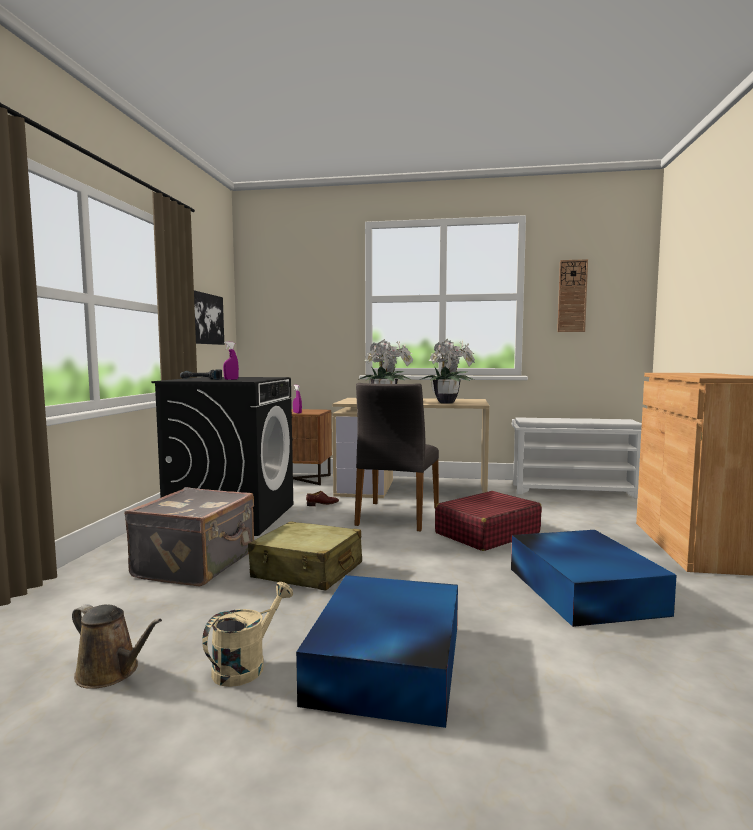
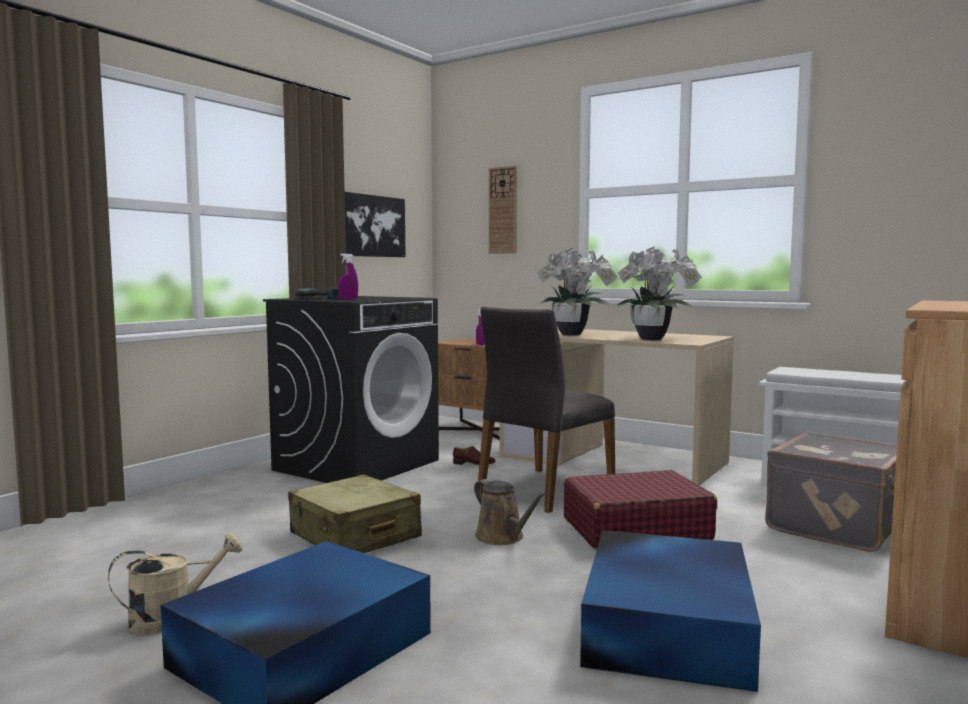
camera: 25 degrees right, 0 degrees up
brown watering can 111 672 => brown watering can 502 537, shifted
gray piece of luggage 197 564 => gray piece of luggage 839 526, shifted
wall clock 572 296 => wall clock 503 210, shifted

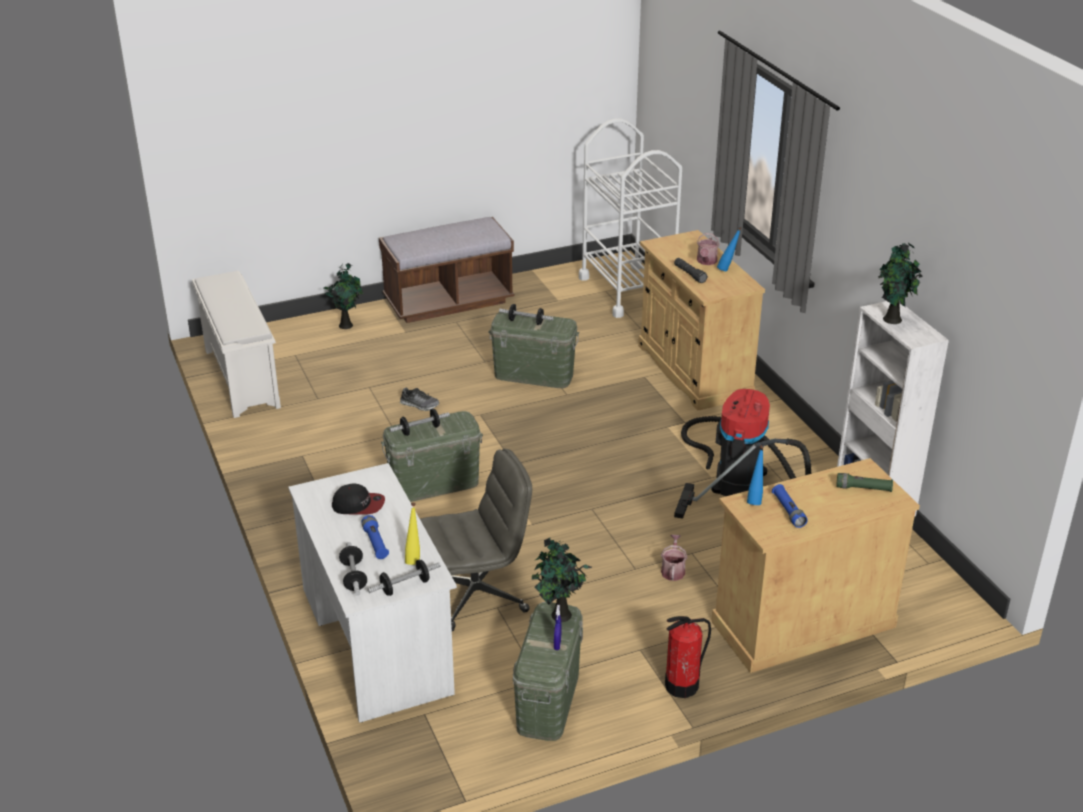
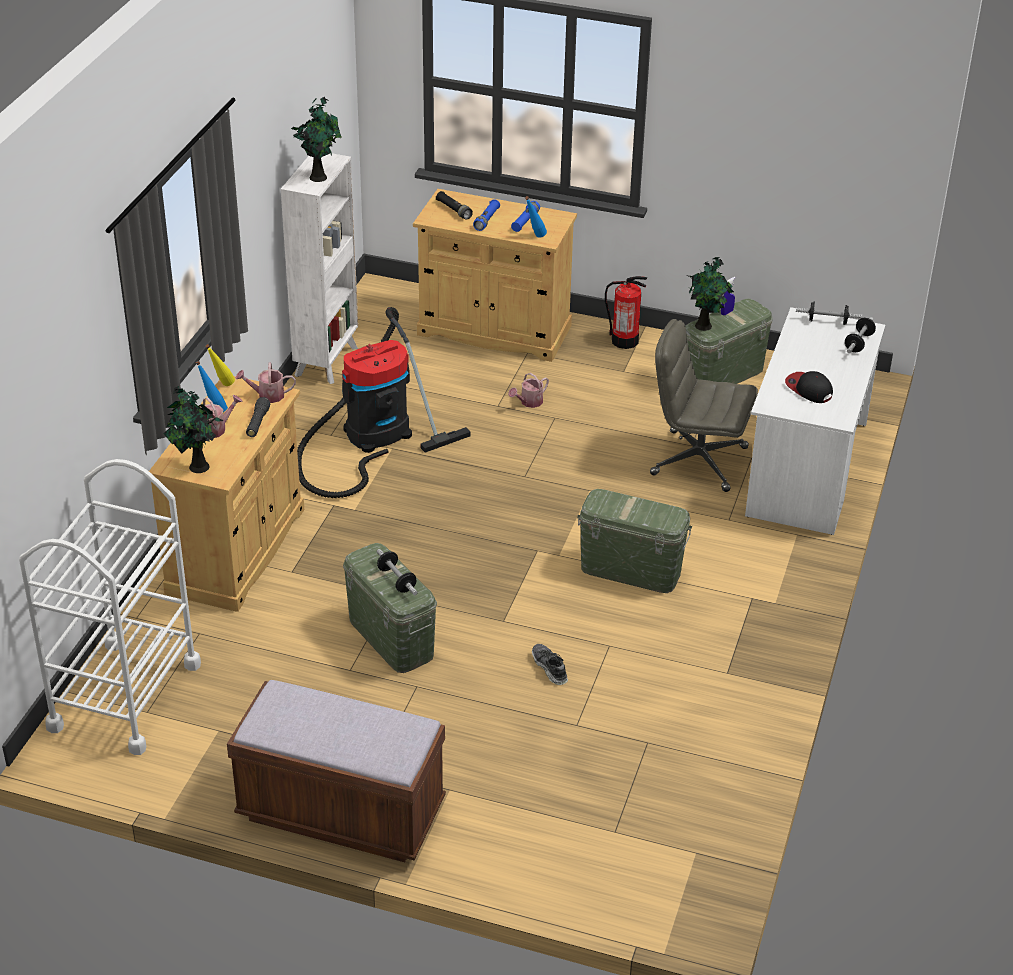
camera: 140 degrees left, 5 degrees up
white-coloured shoe rack 240 378 => nothing
potted plant 346 325 => potted plant 197 467, shifted
blue-coloured hand torch 375 543 => blue-coloured hand torch 487 220, shifted
hand weight 420 430 => nothing
yellow drink bottle 414 558 => yellow drink bottle 222 386, shifted
green hand torch 863 489 => black hand torch 454 210
nothing => watering can 267 395

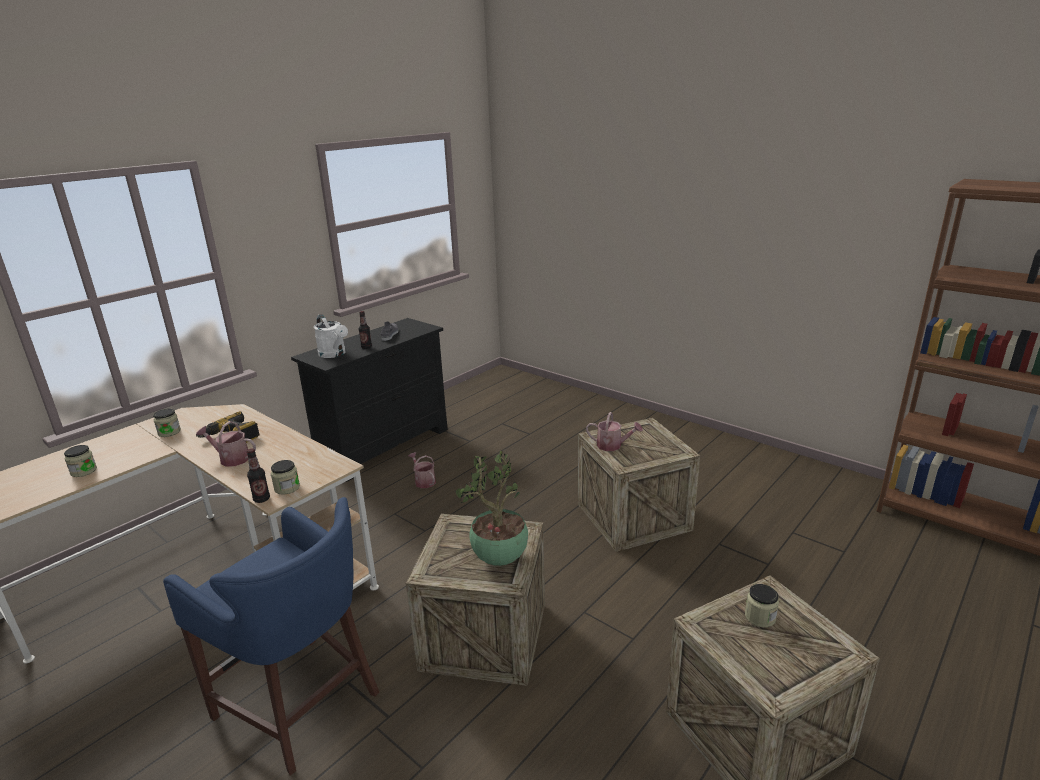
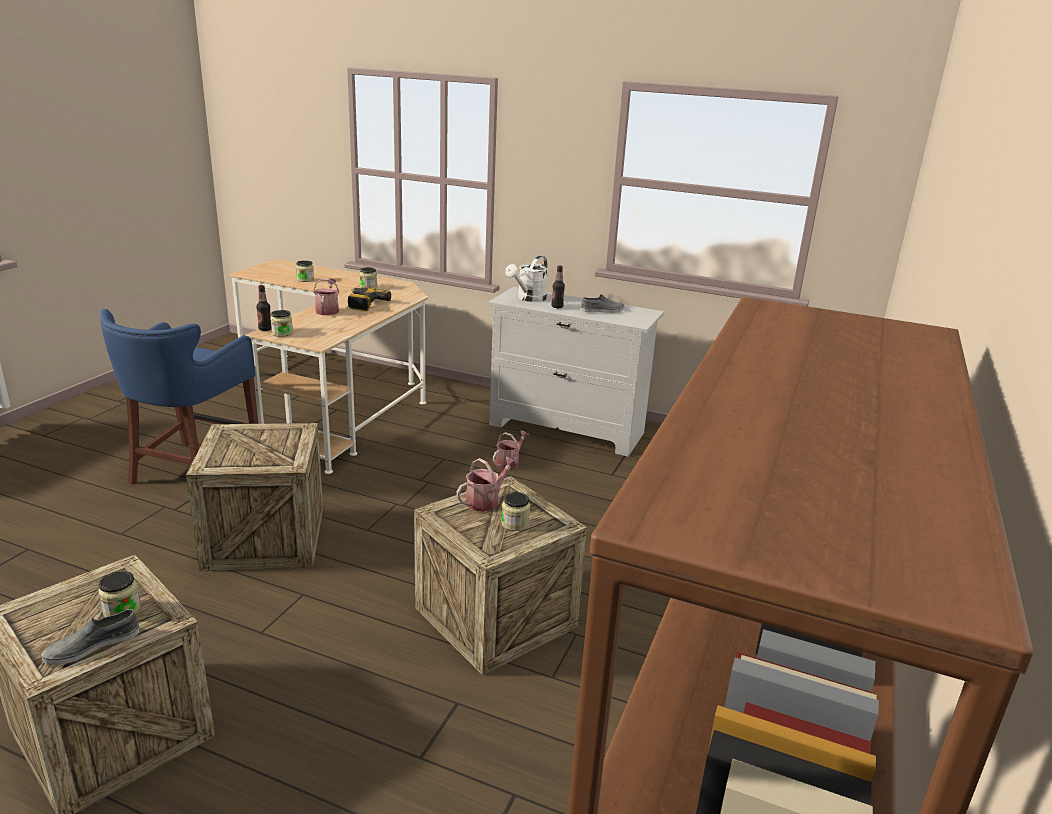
camera: 70 degrees right, 0 degrees up
black dresser 385 446 => white-coloured dresser 567 429
potted plant 498 559 => nothing
watering can 612 446 => watering can 486 501, 135 degrees counterclockwise
nothing => gray low shoe 92 645
nothing => storage jar 515 524

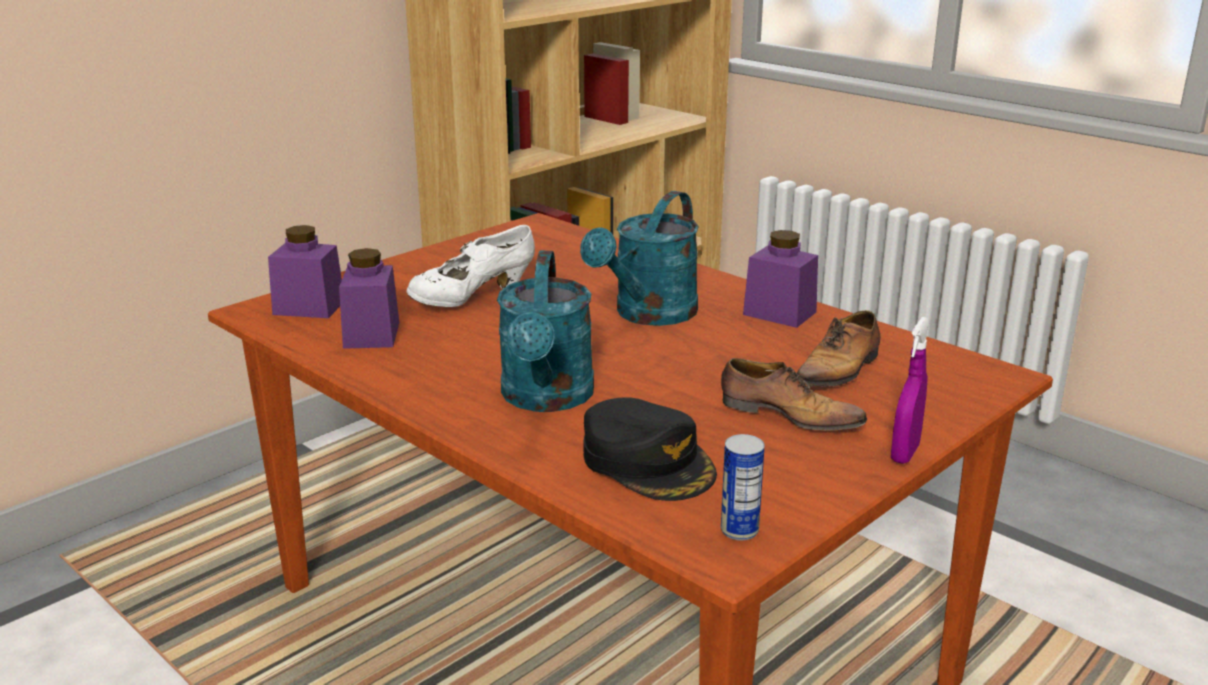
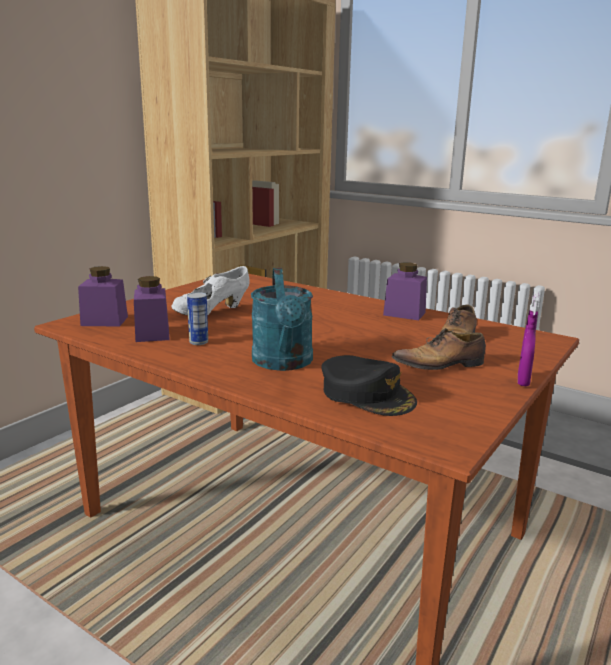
camera: 10 degrees left, 5 degrees down
turquoise watering can 648 315 => nothing
low shoe 788 415 => low shoe 440 365, 150 degrees clockwise
metal can 739 530 => metal can 198 342, shifted

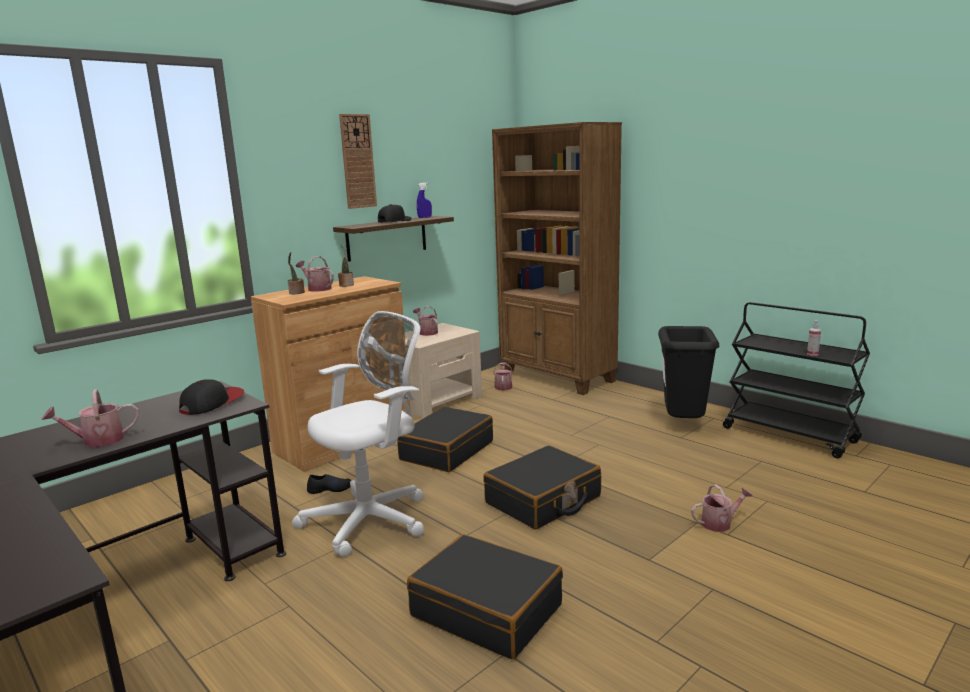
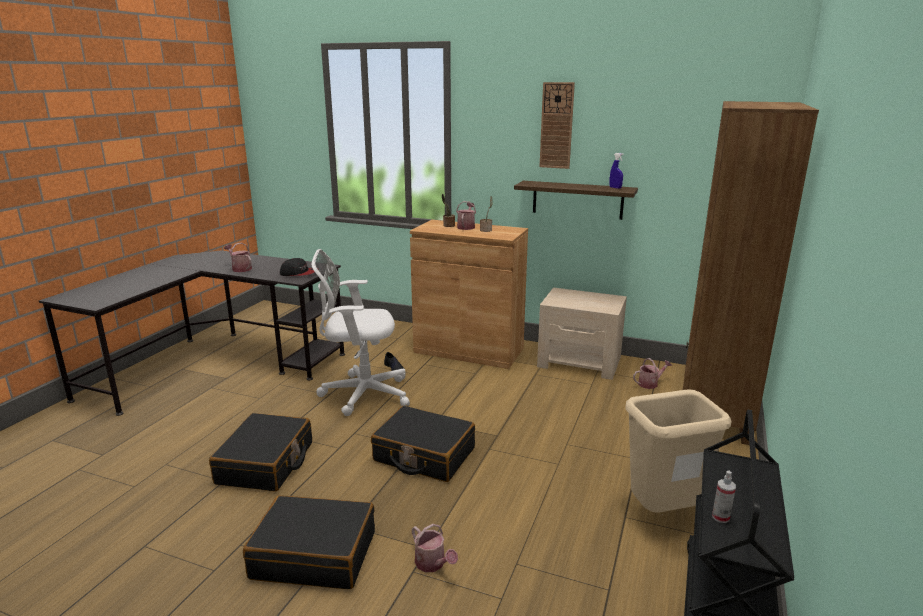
camera: 65 degrees right, 5 degrees up
white-coloured desk chair 372 519 => white-coloured desk chair 361 394, 150 degrees clockwise
black baseball cap 394 221 => nothing
black piece of luggage 446 451 => black piece of luggage 314 554, shifted
watering can 427 332 => nothing
black rubbish bin 683 425 => beige rubbish bin 663 514

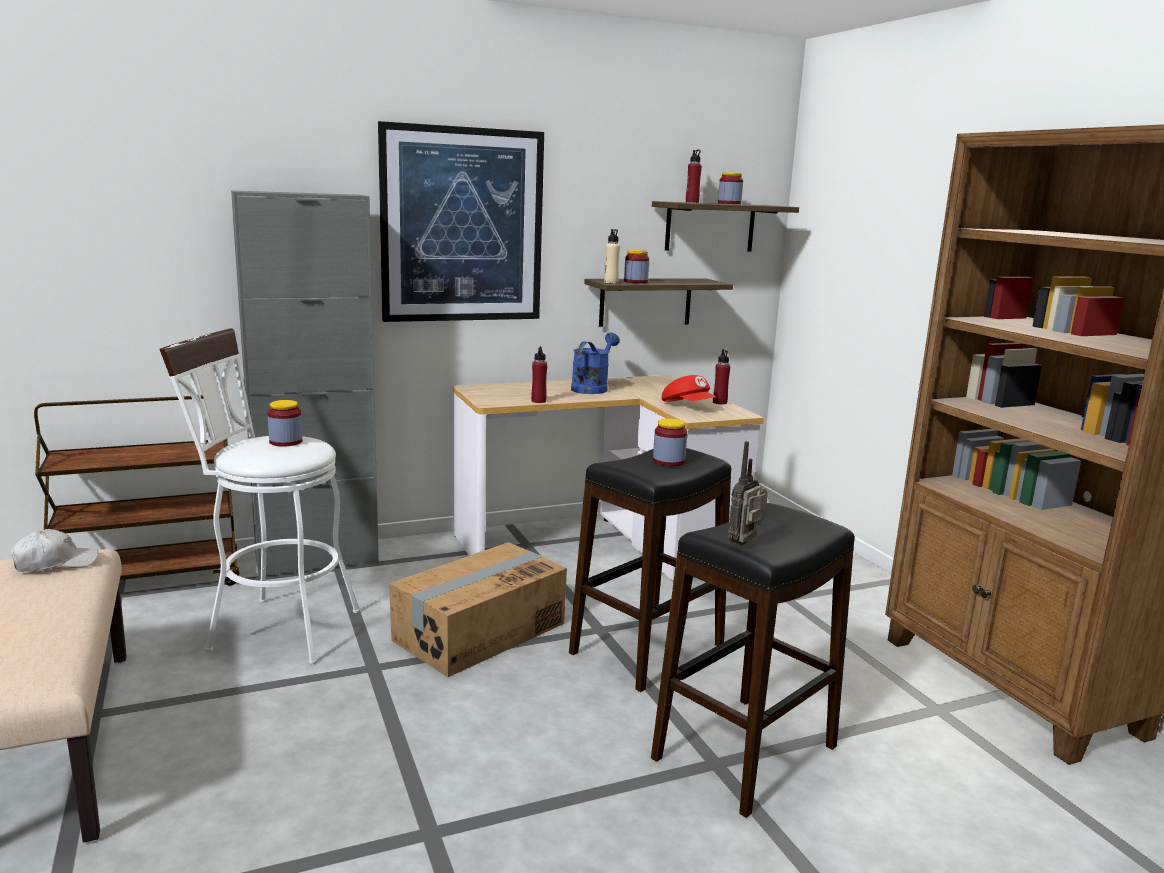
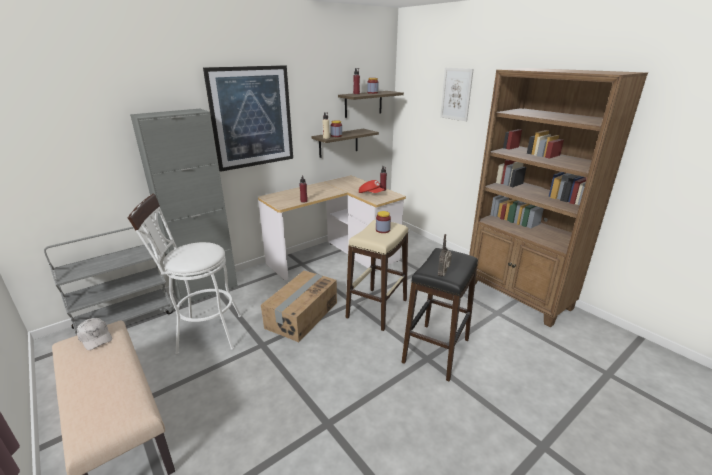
camera: 15 degrees left, 10 degrees up
white-coloured baseball cap 55 563 => white-coloured baseball cap 96 337, 90 degrees clockwise
brown wheeled cart 150 580 => gray wheeled cart 126 319
storage jar 286 442 => nothing
black sitting stool 647 649 => beige sitting stool 377 308
blue-coloured watering can 592 388 => nothing
nothing => wall art 456 94

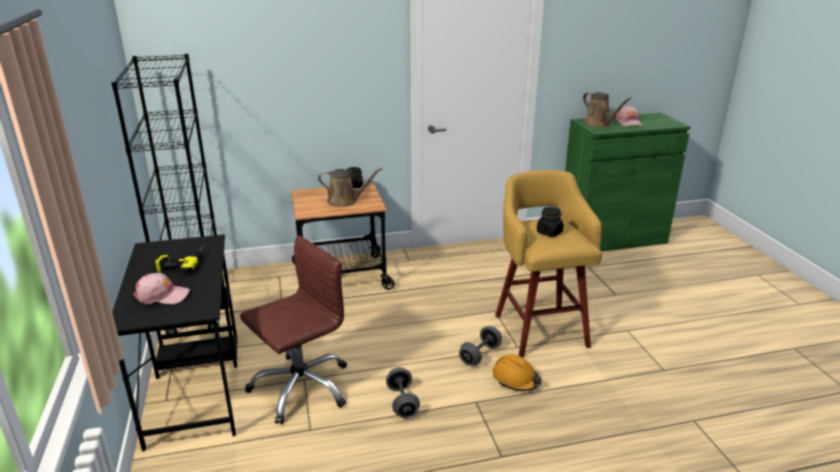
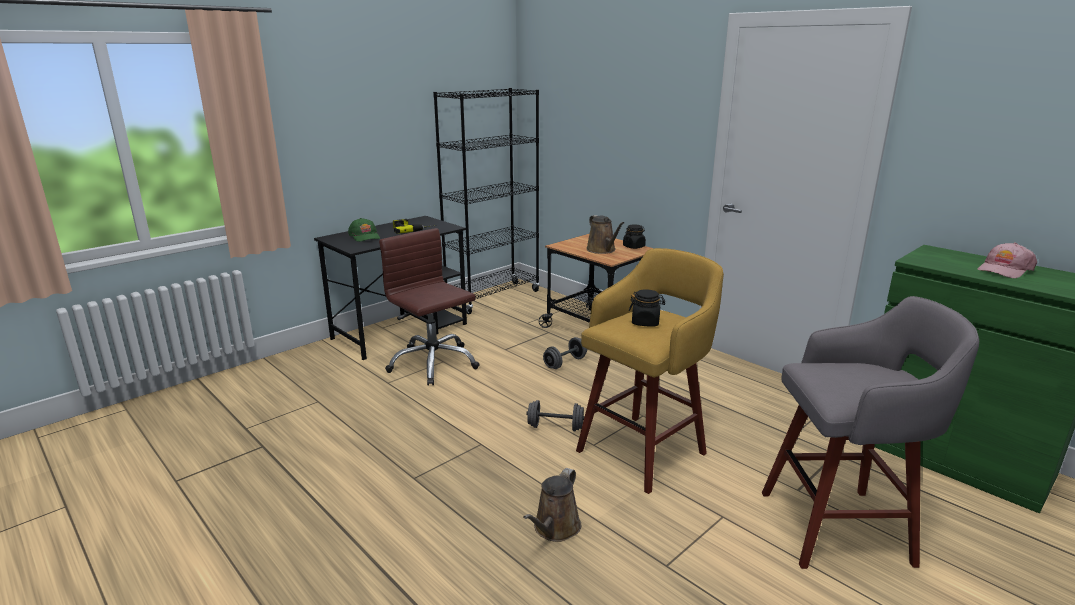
camera: 60 degrees right, 5 degrees down
pink baseball cap 162 295 => green baseball cap 365 236
brown desk chair 301 387 => brown desk chair 433 363, 150 degrees counterclockwise
gray hand weight 402 402 => gray hand weight 565 363, shifted
orange work helmet 516 379 => nothing
brown watering can 599 124 => brown watering can 555 529, shifted
nothing => gray sitting stool 840 527

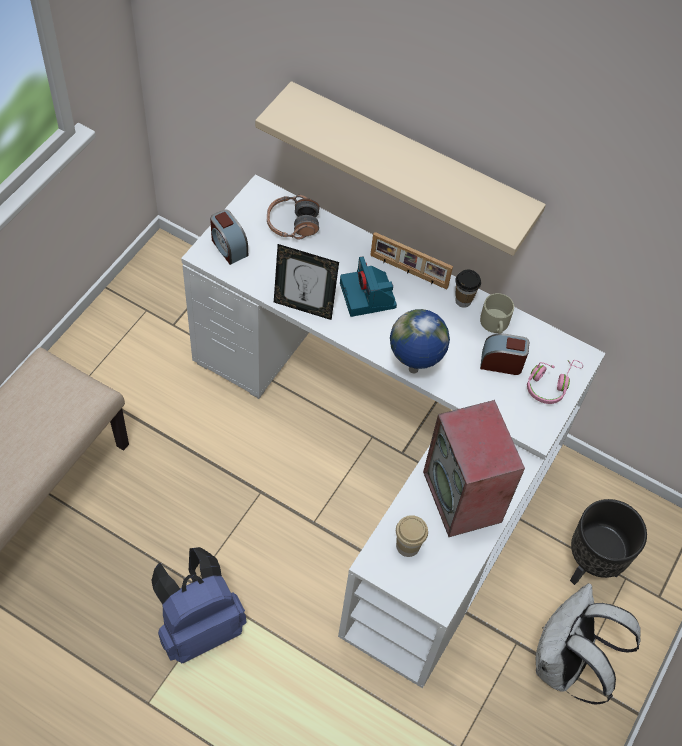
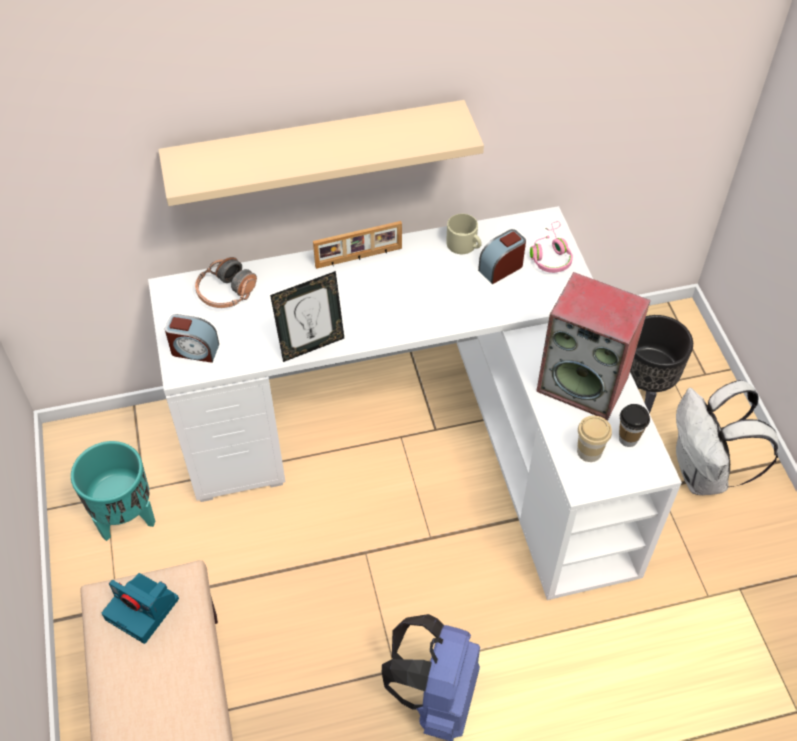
camera: 40 degrees left, 5 degrees down
photo camera 368 296 => photo camera 144 609, shifted
globe 413 370 => nothing
cup 463 300 => cup 628 439, shifted
nothing => turquoise planter 126 518

